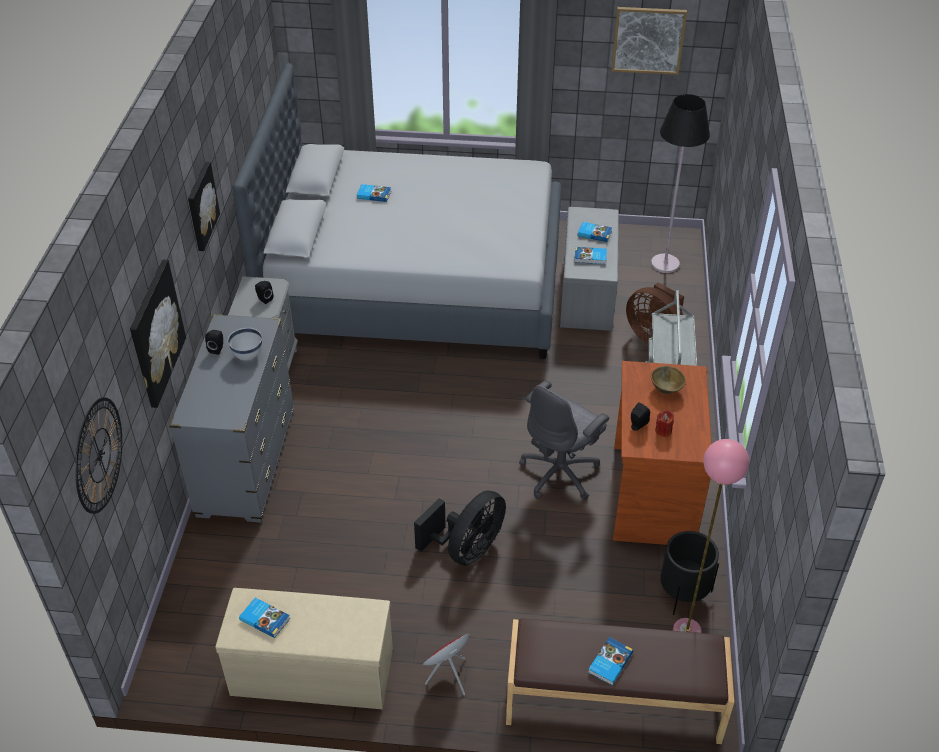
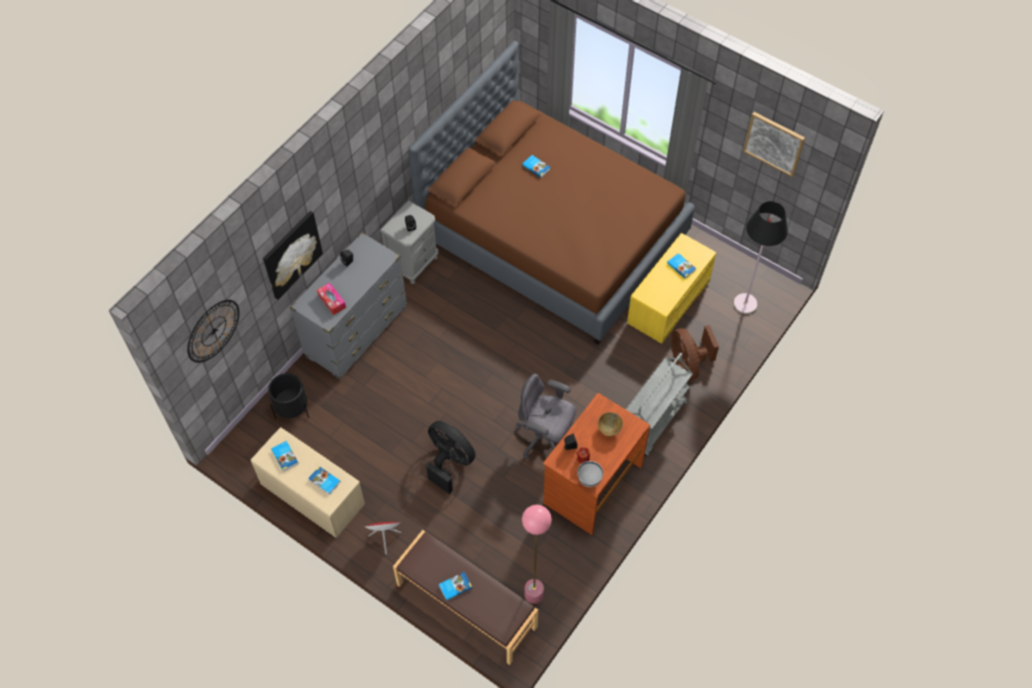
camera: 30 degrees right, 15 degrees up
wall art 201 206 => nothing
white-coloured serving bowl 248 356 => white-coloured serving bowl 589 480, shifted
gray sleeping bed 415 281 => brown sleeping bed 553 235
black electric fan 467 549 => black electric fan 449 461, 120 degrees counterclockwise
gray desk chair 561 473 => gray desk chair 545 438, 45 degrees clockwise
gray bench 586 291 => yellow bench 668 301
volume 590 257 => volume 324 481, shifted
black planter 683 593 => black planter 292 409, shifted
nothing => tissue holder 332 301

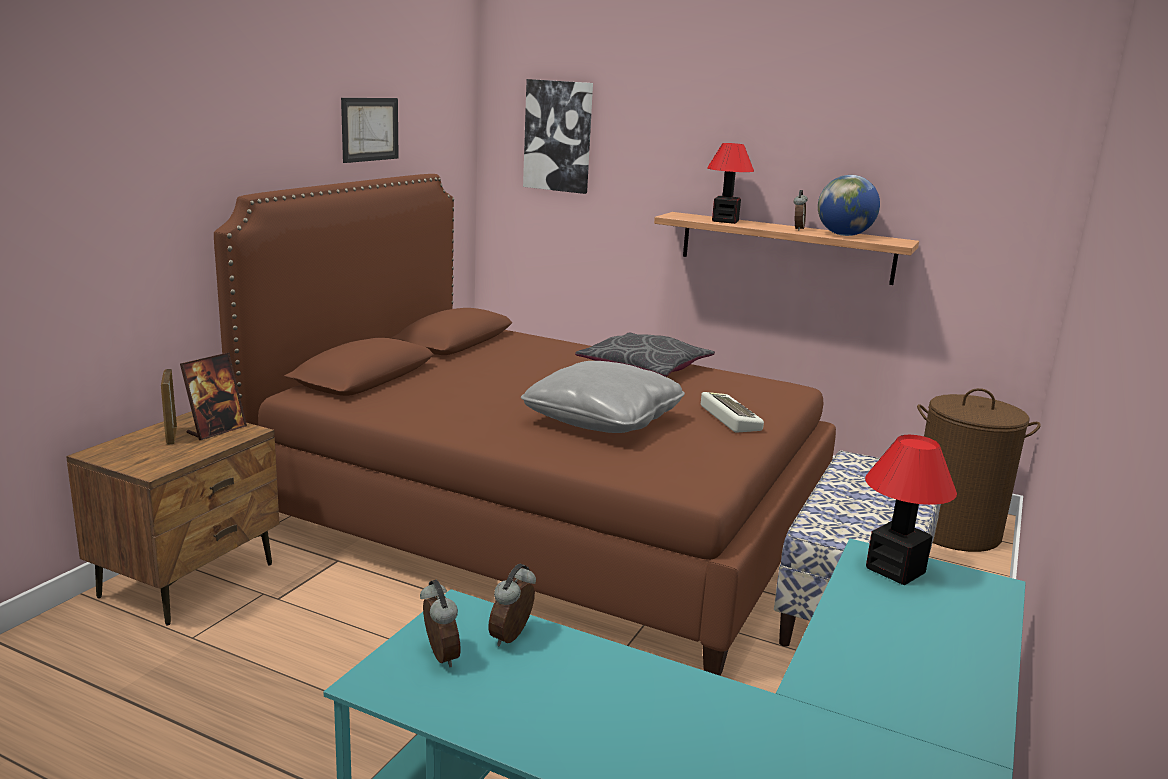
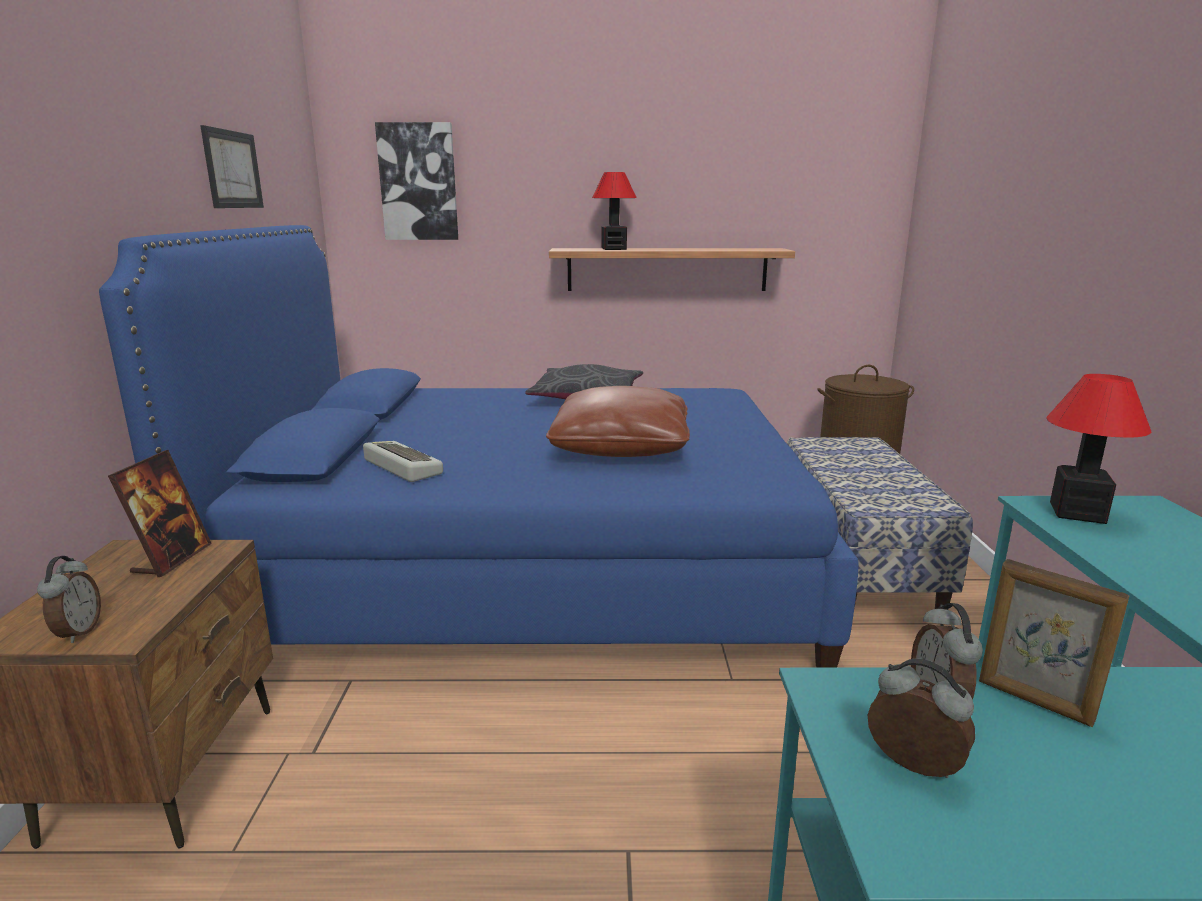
camera: 25 degrees left, 0 degrees up
picture frame 171 436 => picture frame 1034 701, shifted
brown sleeping bed 542 518 => blue-coloured sleeping bed 530 568
gray cushion 603 420 => brown cushion 621 447
keyboard 728 418 => keyboard 400 467, shifted
table clock 797 229 => table clock 77 632, shifted
globe 844 235 => nothing

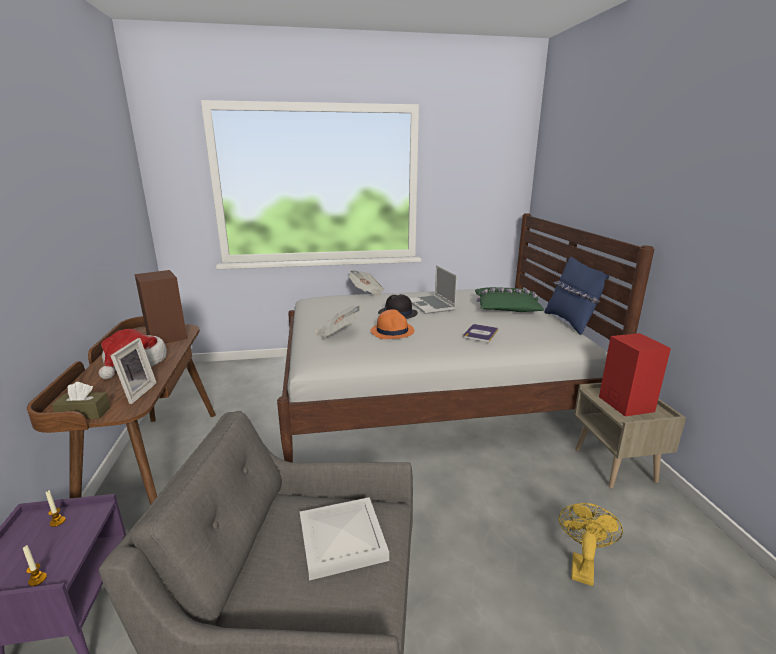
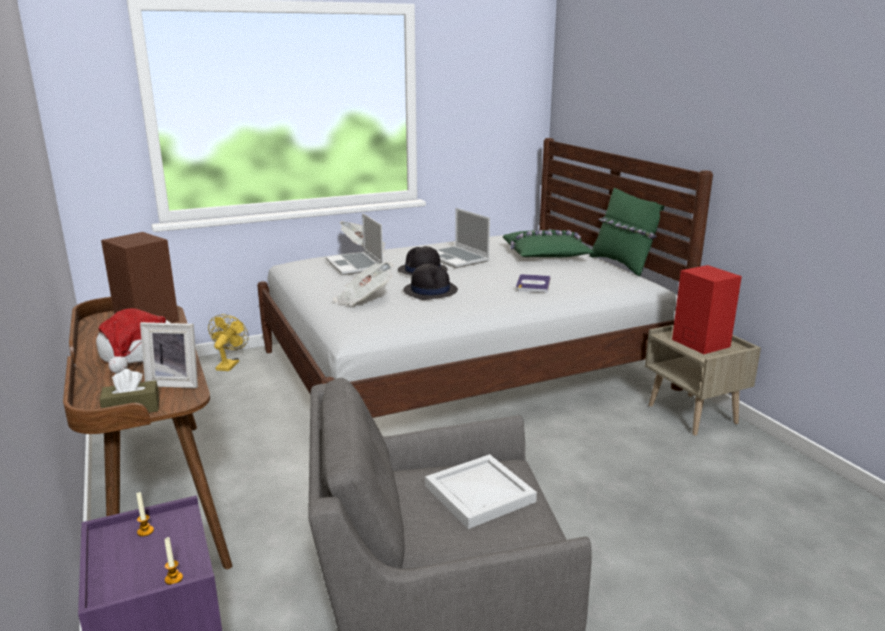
camera: 15 degrees left, 0 degrees up
picture frame 136 393 => picture frame 175 382, 105 degrees clockwise
orange hat 392 331 => black hat 430 290
blue-coloured cushion 570 322 => green cushion 623 264
yellow electric fan 581 565 => yellow electric fan 229 364, shifted
nothing => notebook computer 355 265

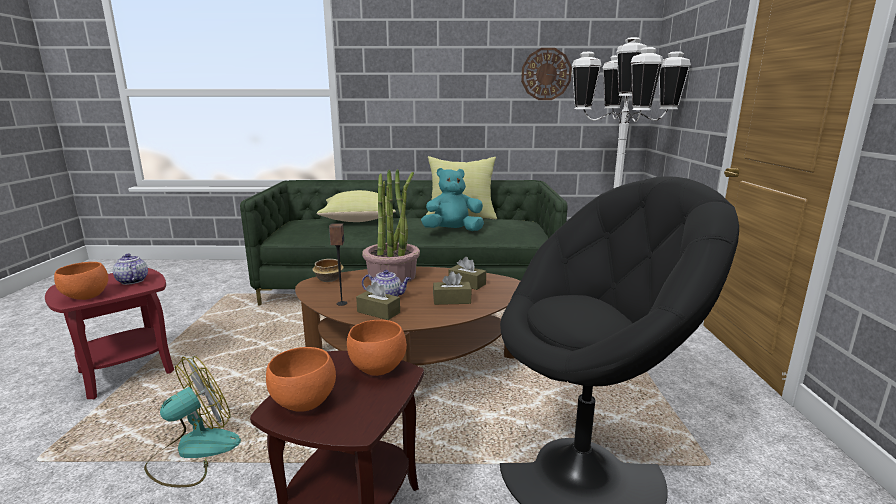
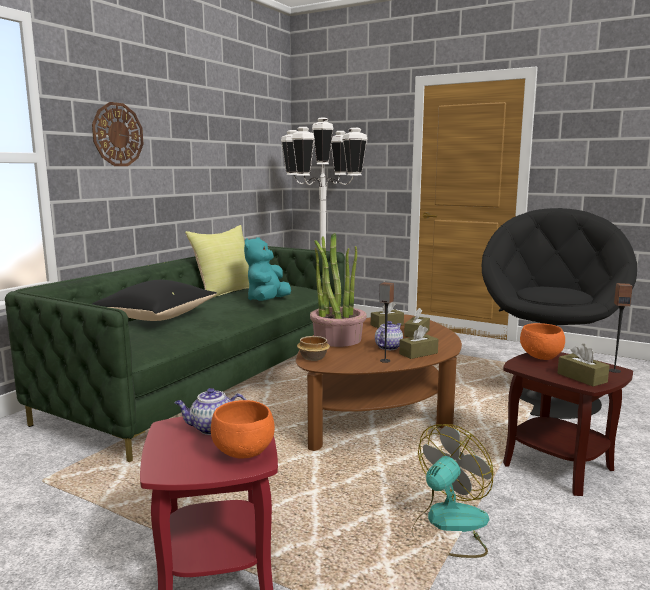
camera: 60 degrees left, 5 degrees down
electric fan 194 452 => electric fan 448 526, 60 degrees clockwise
orange serving bowl 304 403 => brown tissue holder 582 378
yellow cushion 359 220 => black cushion 157 317
wall clock 546 74 => wall clock 117 134, shifted
nothing => audio speaker 614 370

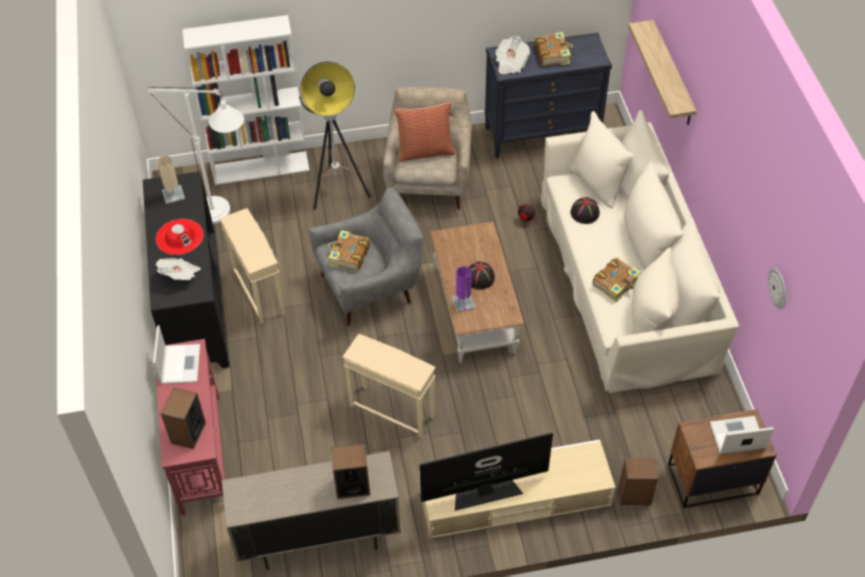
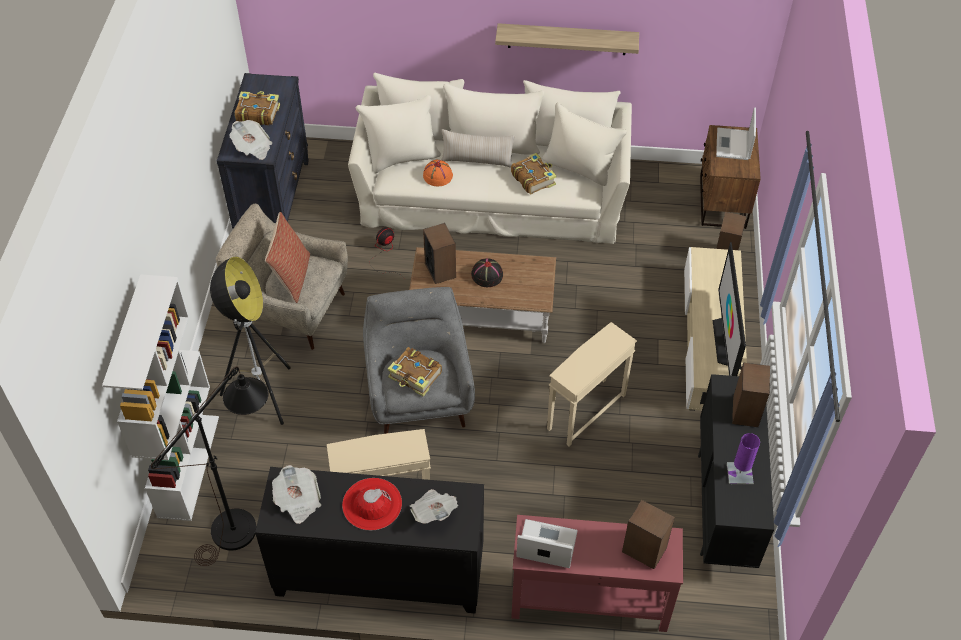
camera: 75 degrees left, 0 degrees up
white-coloured standing lamp 221 214 => black standing lamp 244 521
beige table lamp 173 194 => printed paper 298 501
beige storage cabinet 318 540 => black storage cabinet 722 507
purple-coloured table lamp 463 303 => purple-coloured table lamp 739 473, shifted
black hat 585 213 => orange hat 437 175
shelf 672 74 => shelf 567 39, shifted
wall clock 778 288 => nothing
nothing => audio speaker 440 270
nothing => beige cushion 477 160

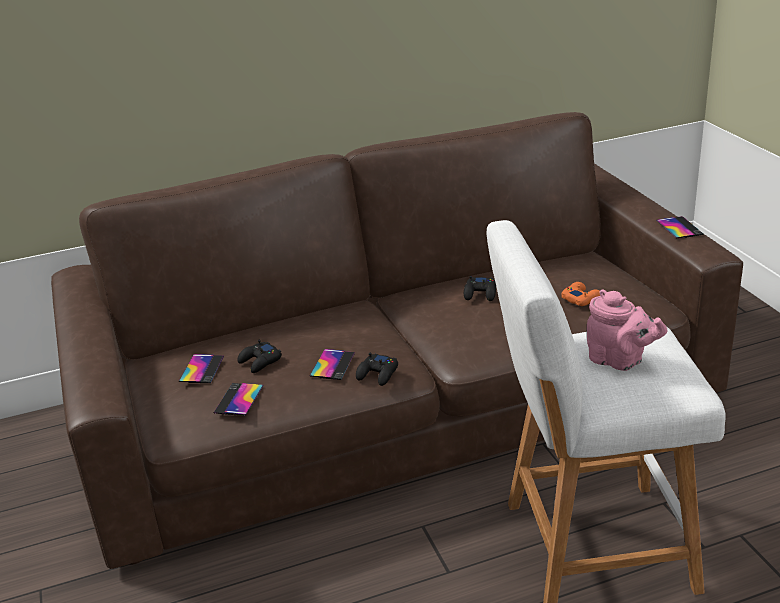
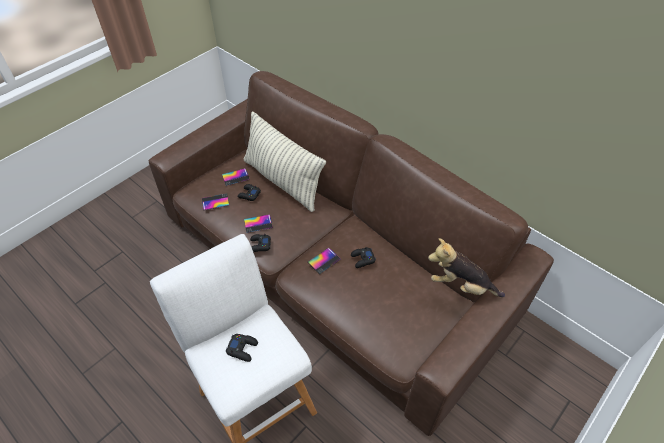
camera: 60 degrees right, 20 degrees up
orange joypad 581 298 => nothing
pink pot for tea 619 361 => black joypad 242 349
phone 679 227 => phone 324 260, shifted
nothing => cushion 283 181
nothing => cuddly toy 461 285

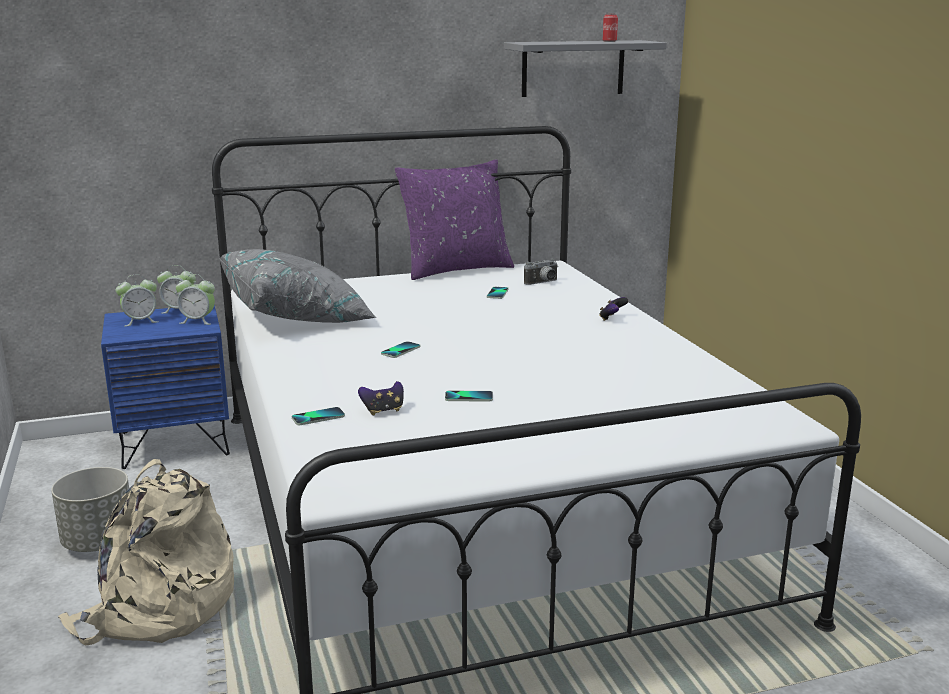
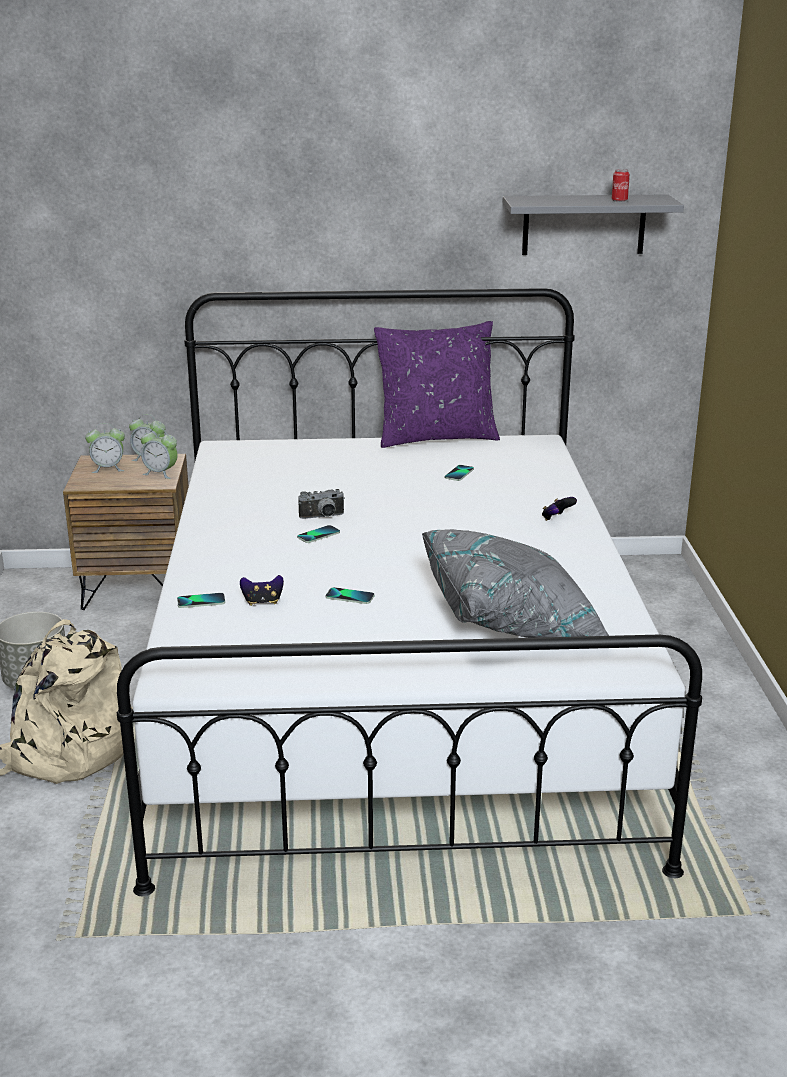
camera: 15 degrees right, 5 degrees up
blue-coloured bedside table 175 443 => brown bedside table 138 588
gray cushion 298 317 => gray cushion 513 621, shifted
photo camera 543 283 => photo camera 323 517, shifted

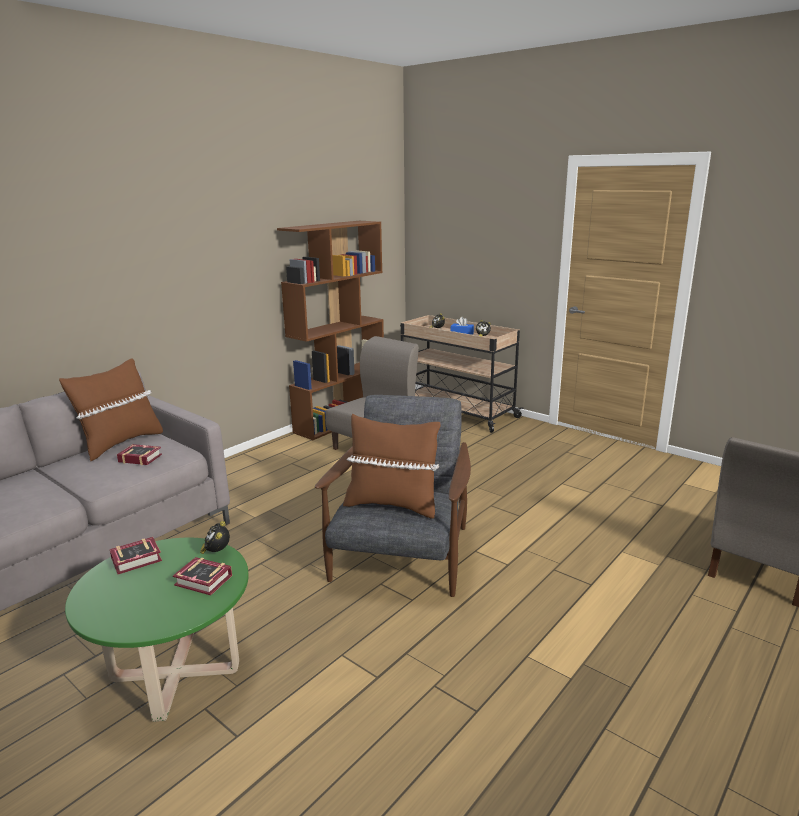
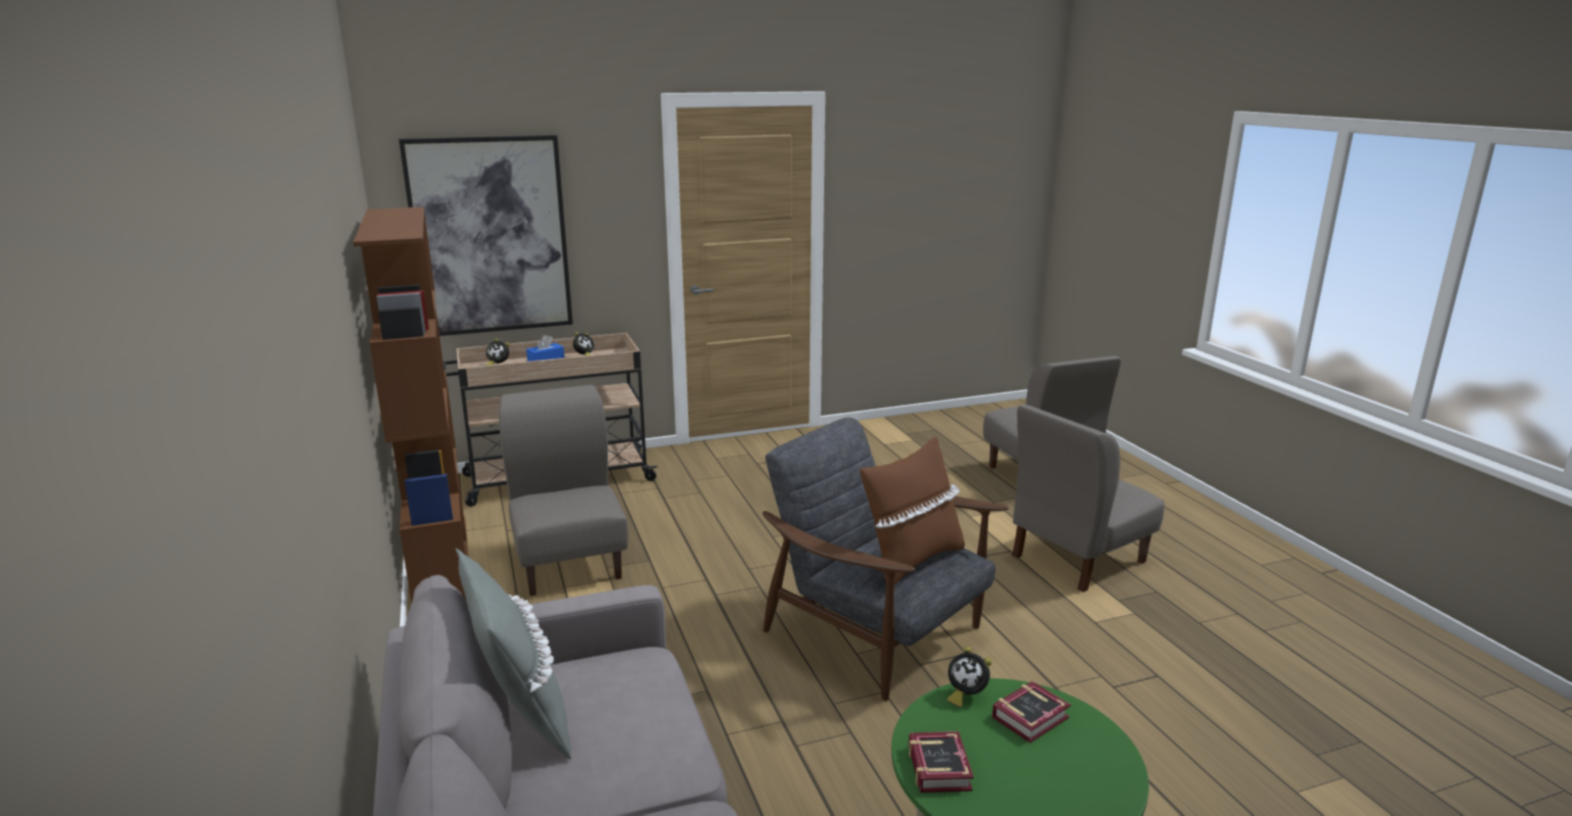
camera: 60 degrees left, 0 degrees up
brown cushion 120 443 => gray cushion 520 716
volume 139 458 => nothing
nothing => wall art 490 236
nothing => gray upright chair 1077 558

